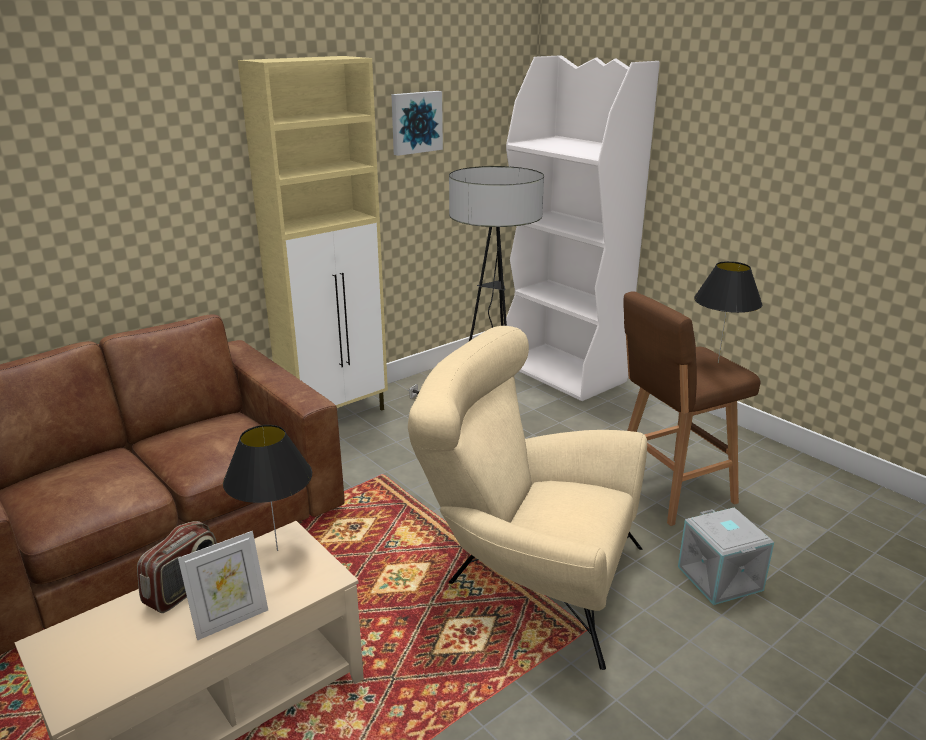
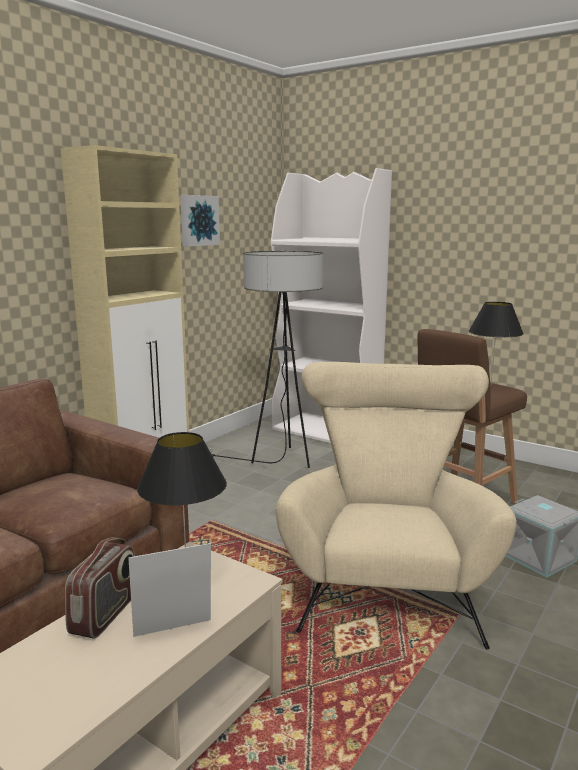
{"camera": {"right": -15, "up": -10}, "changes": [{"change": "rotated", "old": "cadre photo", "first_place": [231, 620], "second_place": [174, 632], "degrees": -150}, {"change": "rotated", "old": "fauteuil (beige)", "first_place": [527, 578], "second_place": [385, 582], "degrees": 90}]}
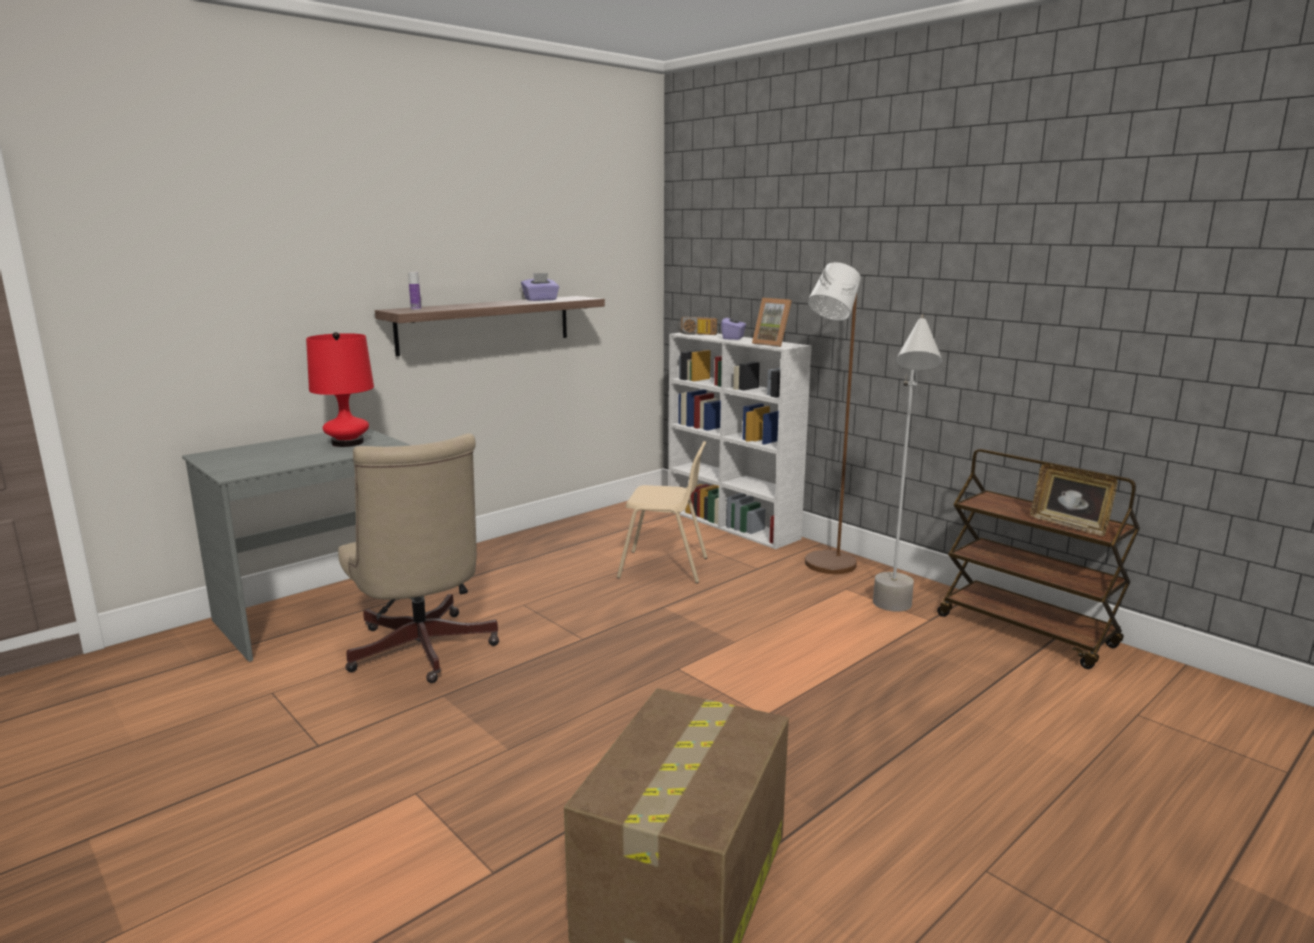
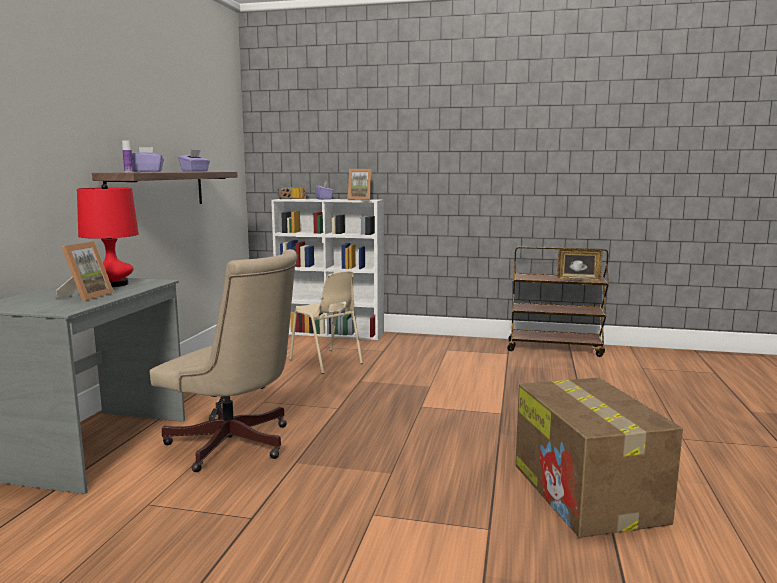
{"camera": {"right": -35, "up": -5}, "changes": [{"change": "rotated", "old": "chaise (beige)", "first_place": [664, 568], "second_place": [326, 362], "degrees": 75}, {"change": "gone", "old": "lampadaire (marron)", "first_place": [825, 567]}, {"change": "gone", "old": "lampadaire (gris)", "first_place": [893, 617]}, {"change": "new", "new": "cadre photo", "second_place": [86, 296]}, {"change": "new", "new": "boîte à mouchoirs (violet)", "second_place": [147, 172]}]}
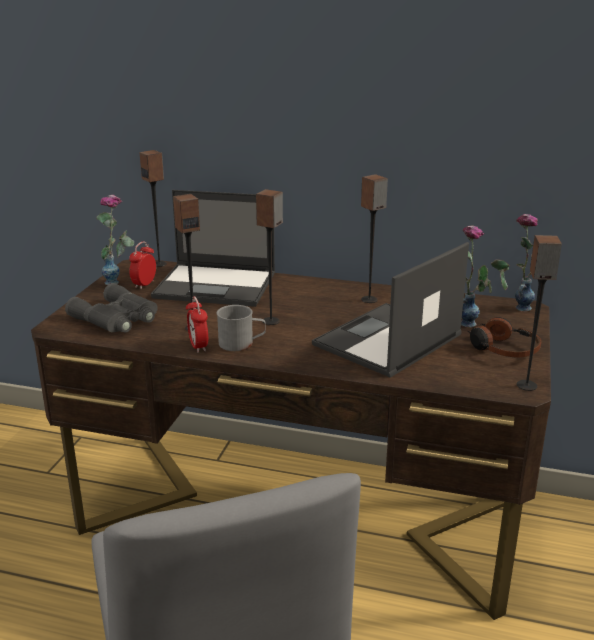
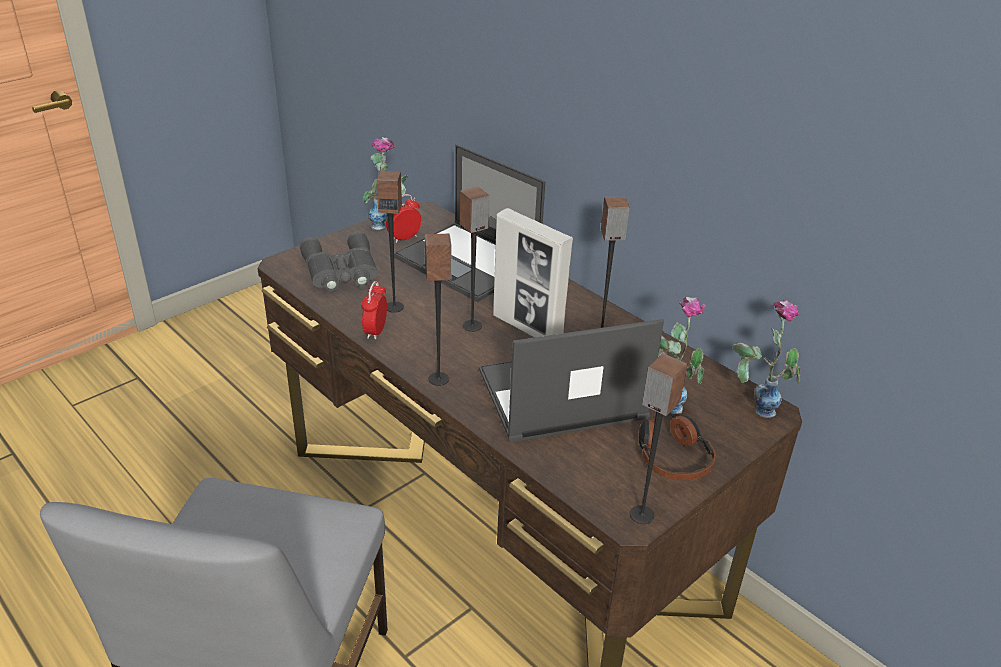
{"camera": {"right": 30, "up": 10}, "changes": [{"change": "shifted", "old": "enceinte", "first_place": [159, 264], "second_place": [439, 379]}, {"change": "gone", "old": "mug (gris)", "first_place": [241, 343]}, {"change": "new", "new": "cadre photo", "second_place": [527, 328]}]}
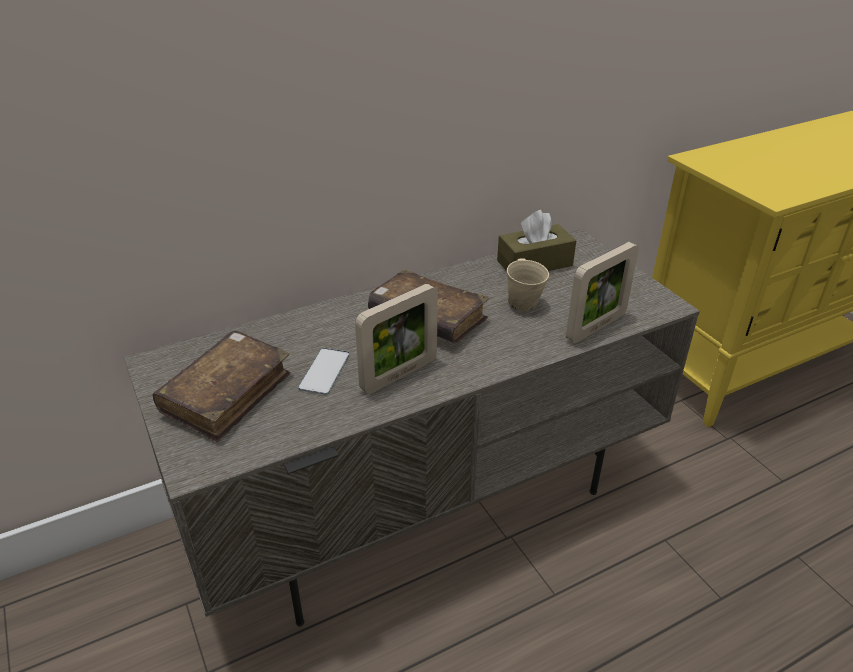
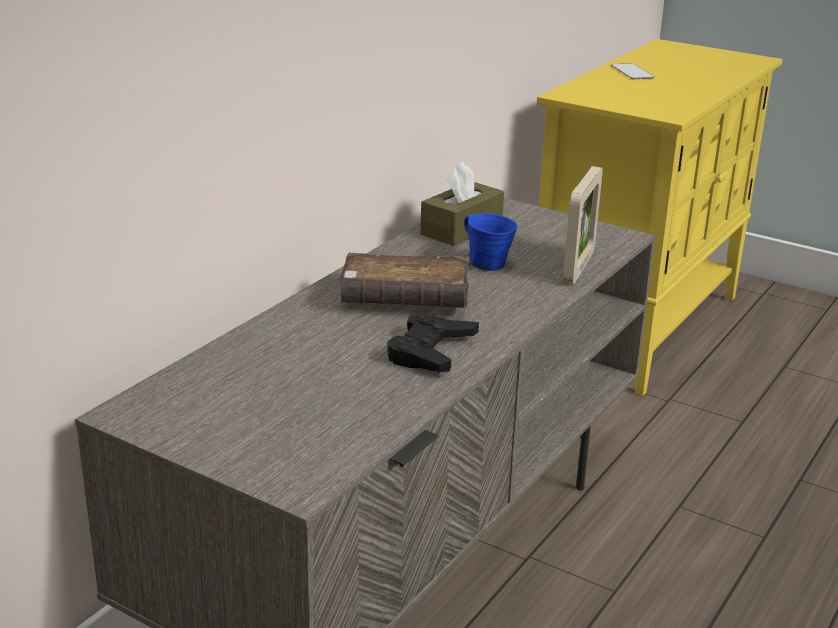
{"camera": {"right": -30, "up": -10}, "changes": [{"change": "gone", "old": "livre (marron)", "first_place": [227, 395]}, {"change": "shifted", "old": "téléphone", "first_place": [324, 371], "second_place": [632, 72]}, {"change": "swapped", "old": "cadre photo", "new": "manette (noir)", "first_place": [399, 375], "second_place": [430, 351]}, {"change": "repainted", "old": "mug (beige)", "new": "mug (bleu)", "first_place": [523, 301], "second_place": [486, 263]}]}
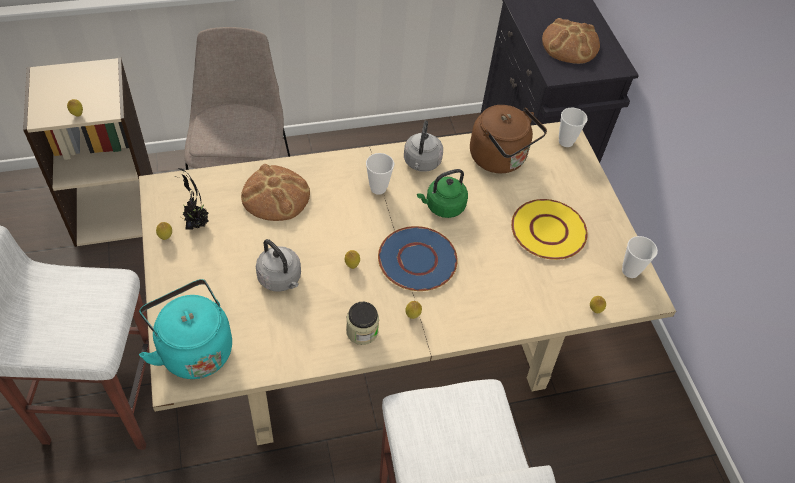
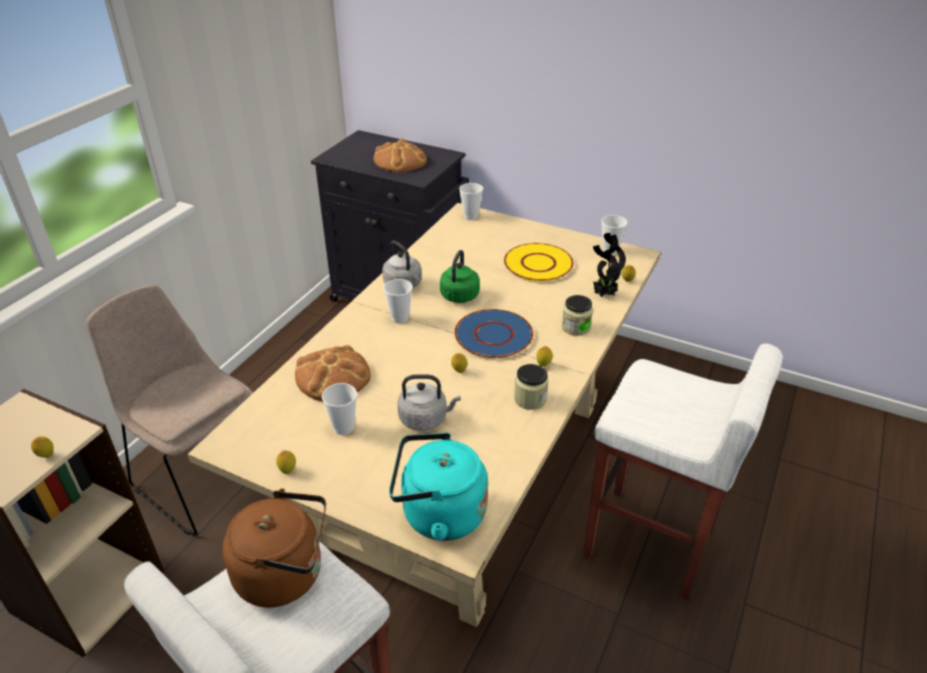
{"camera": {"right": -45, "up": -15}, "changes": [{"change": "shifted", "old": "plante en pot", "first_place": [196, 223], "second_place": [603, 295]}, {"change": "shifted", "old": "bouilloire (marron)", "first_place": [500, 159], "second_place": [286, 574]}, {"change": "new", "new": "tasse", "second_place": [343, 428]}, {"change": "new", "new": "bocal", "second_place": [575, 327]}]}
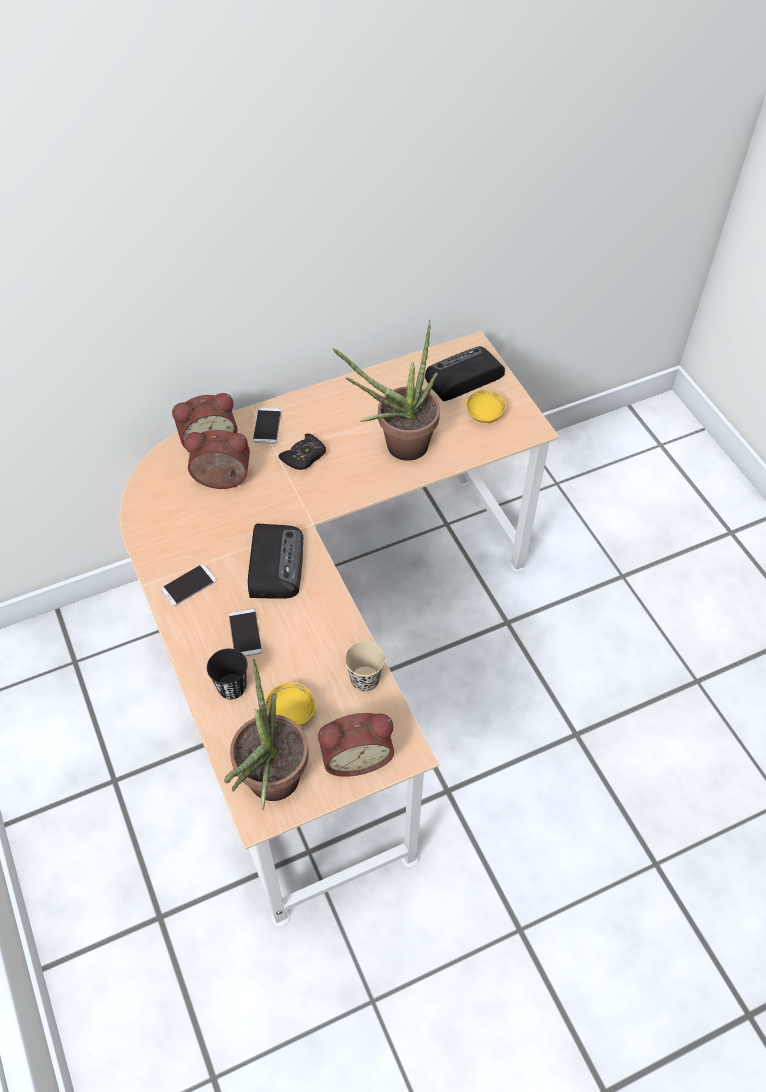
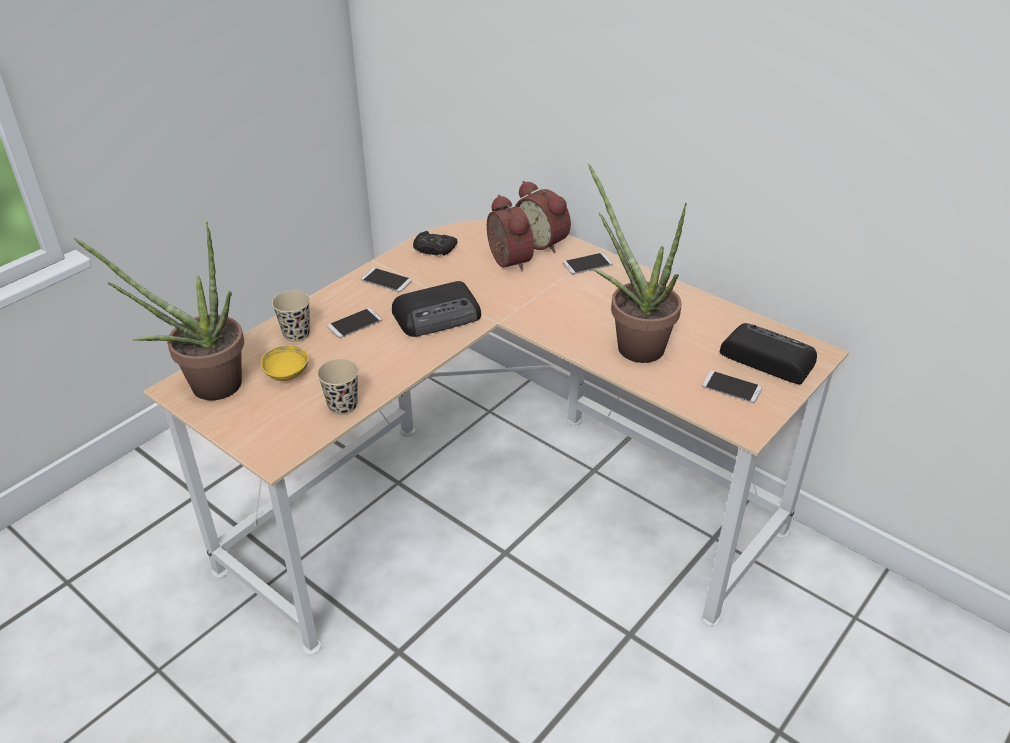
{"camera": {"right": 65, "up": -15}, "changes": [{"change": "repainted", "old": "tasse (noir)", "new": "tasse (beige)", "first_place": [232, 687], "second_place": [296, 334]}, {"change": "shifted", "old": "manette (noir)", "first_place": [304, 456], "second_place": [434, 249]}, {"change": "gone", "old": "réveil", "first_place": [355, 755]}, {"change": "swapped", "old": "bol (jaune)", "new": "téléphone", "first_place": [484, 414], "second_place": [731, 387]}]}
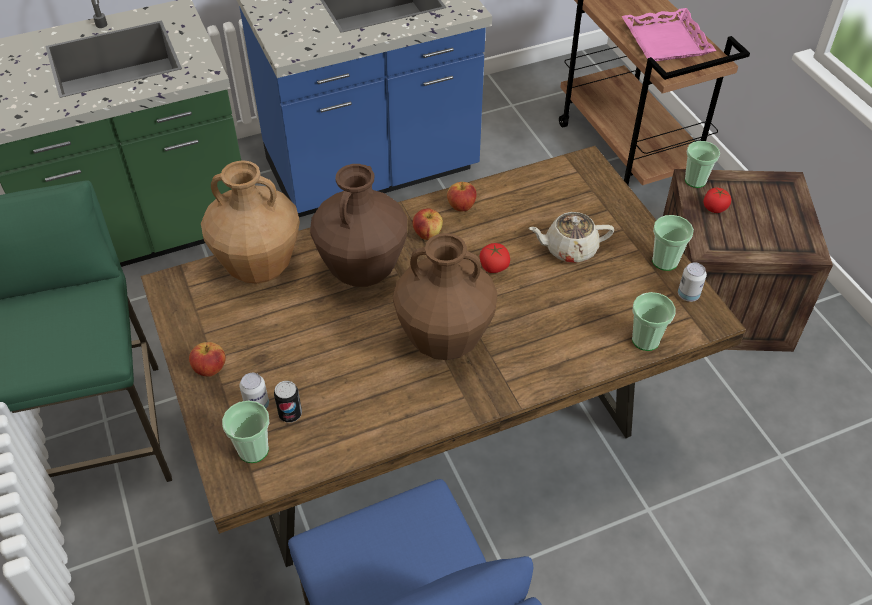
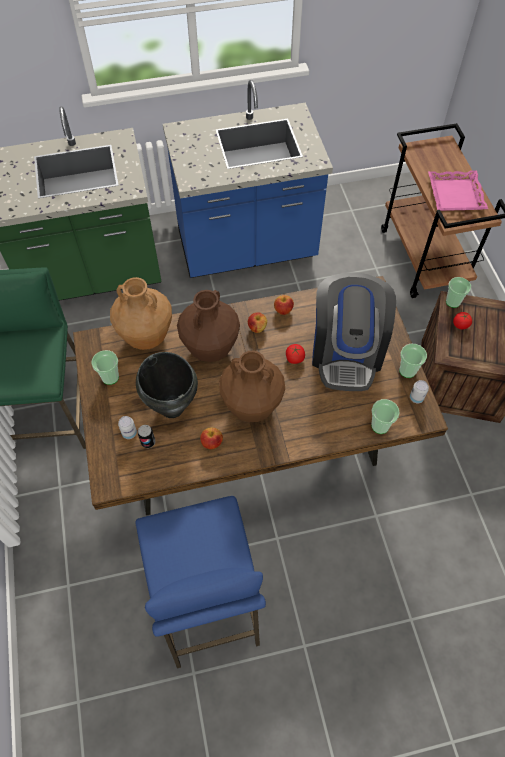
{"camera": {"right": 10, "up": 10}, "changes": [{"change": "shifted", "old": "pomme", "first_place": [210, 369], "second_place": [212, 443]}, {"change": "shifted", "old": "tasse", "first_place": [253, 450], "second_place": [110, 377]}, {"change": "swapped", "old": "théière (beige)", "new": "machine à café", "first_place": [569, 249], "second_place": [346, 352]}, {"change": "new", "new": "marmite (noir)", "second_place": [172, 407]}]}
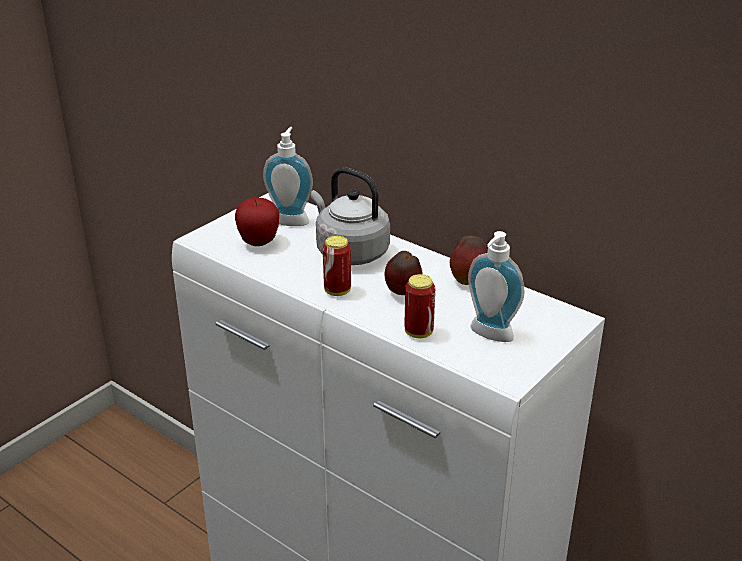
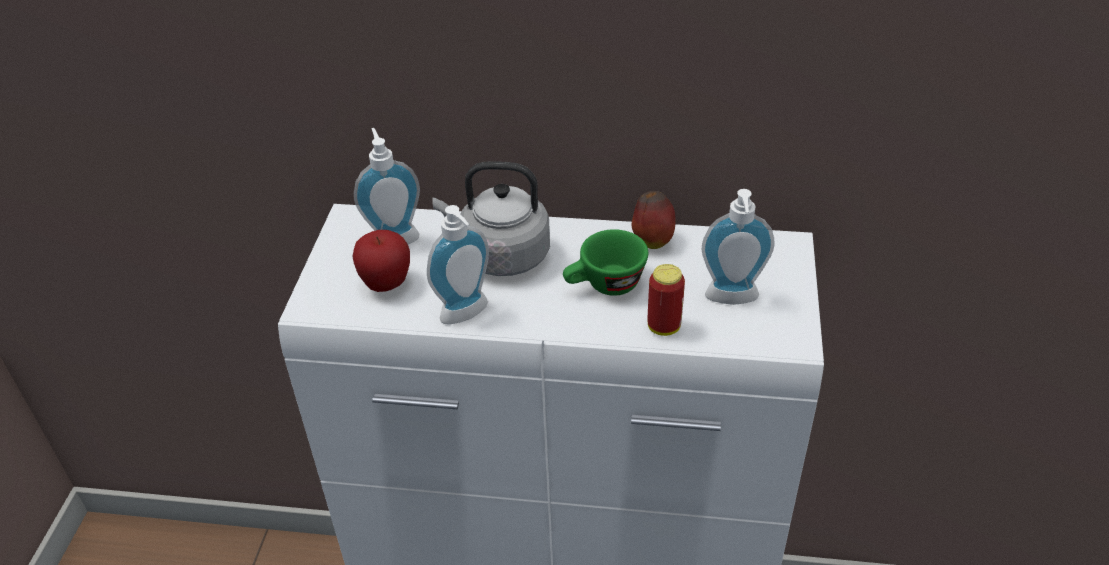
{"camera": {"right": -30, "up": 10}, "changes": [{"change": "gone", "old": "boîte métallique", "first_place": [337, 291]}, {"change": "swapped", "old": "pomme", "new": "tasse (vert)", "first_place": [403, 294], "second_place": [604, 286]}, {"change": "new", "new": "distributeur de savon", "second_place": [467, 315]}]}
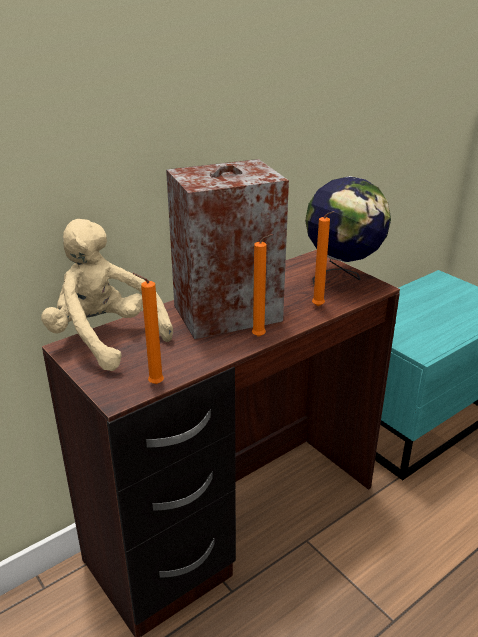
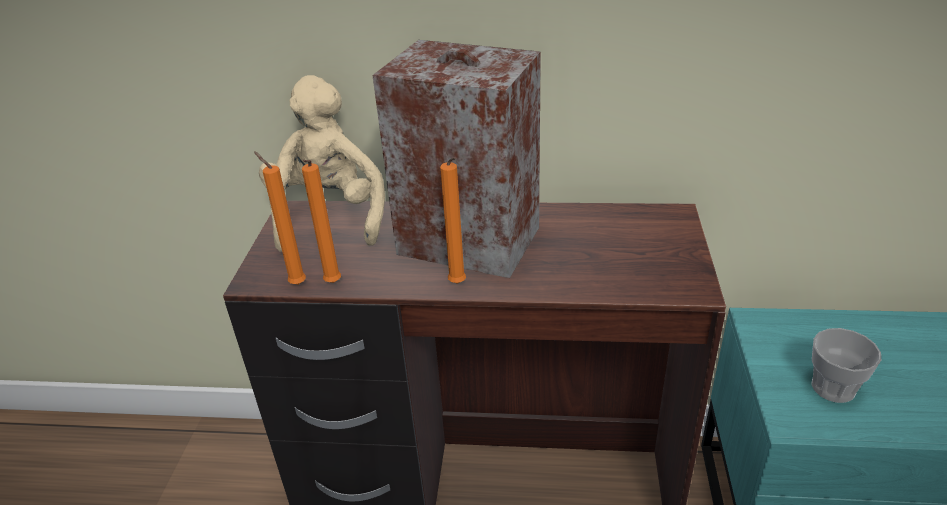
{"camera": {"right": 45, "up": 5}, "changes": [{"change": "gone", "old": "globe", "first_place": [342, 277]}, {"change": "shifted", "old": "bougie (orange)", "first_place": [319, 307], "second_place": [332, 284]}, {"change": "new", "new": "tasse", "second_place": [833, 387]}]}
